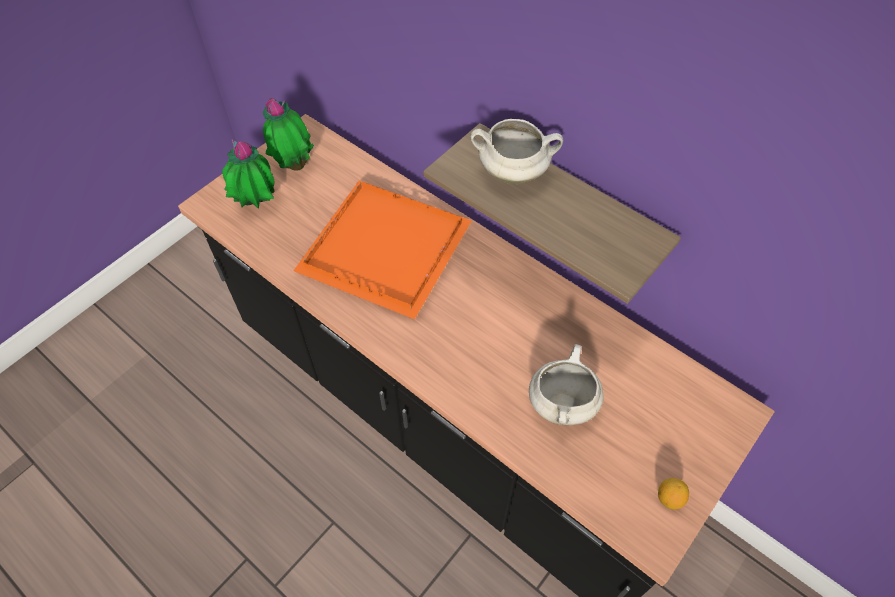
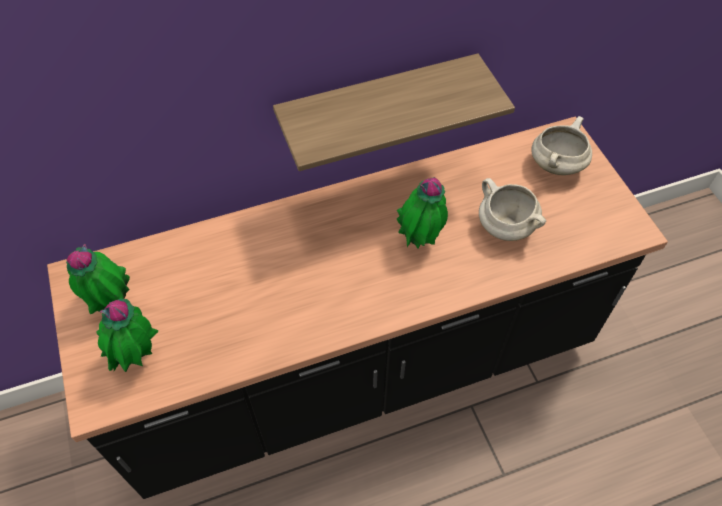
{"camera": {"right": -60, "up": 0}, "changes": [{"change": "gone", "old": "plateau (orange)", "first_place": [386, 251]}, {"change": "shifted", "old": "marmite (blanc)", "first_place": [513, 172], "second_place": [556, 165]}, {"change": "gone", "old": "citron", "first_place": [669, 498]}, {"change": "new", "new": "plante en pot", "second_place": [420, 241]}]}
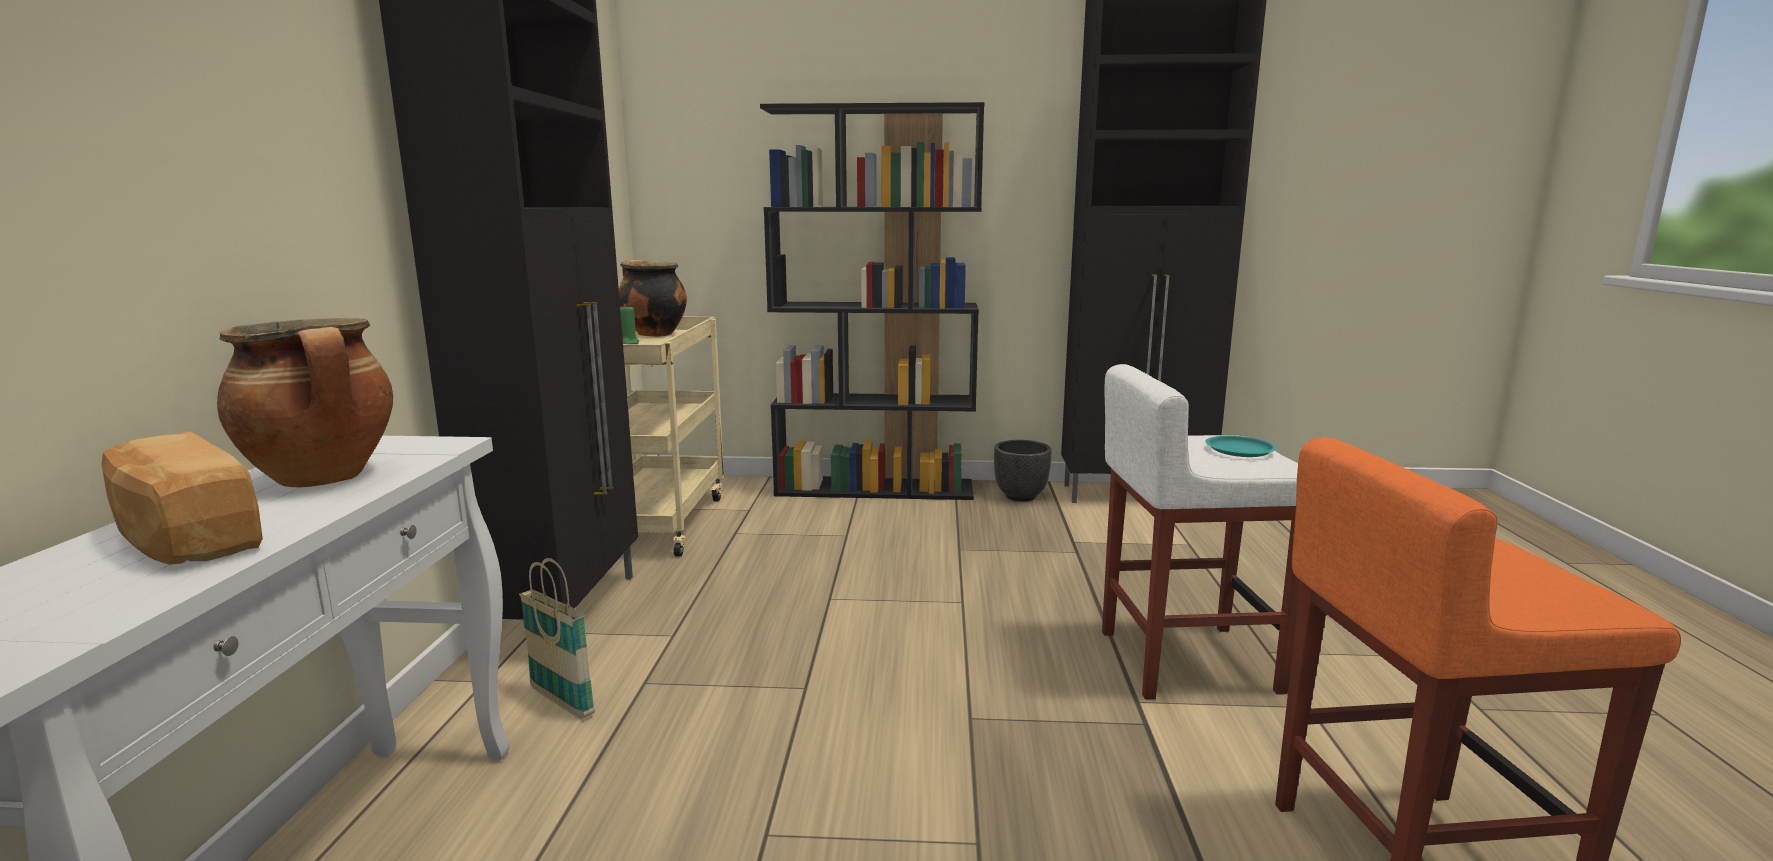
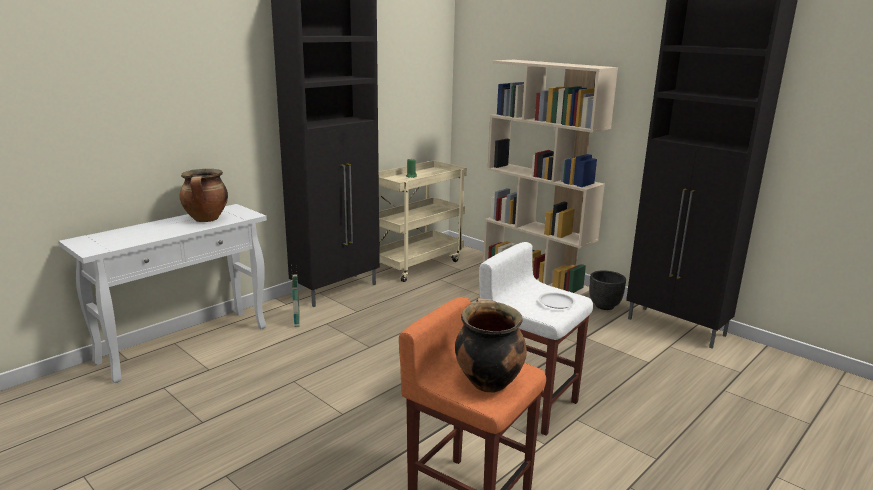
{"camera": {"right": 40, "up": 5}, "changes": [{"change": "gone", "old": "pain", "first_place": [183, 538]}, {"change": "shifted", "old": "marmite", "first_place": [653, 334], "second_place": [487, 381]}, {"change": "repainted", "old": "bibliothèque (noir)", "new": "bibliothèque (beige)", "first_place": [876, 488], "second_place": [536, 278]}, {"change": "repainted", "old": "assiette (turquoise)", "new": "assiette (blanc)", "first_place": [1240, 450], "second_place": [556, 303]}]}
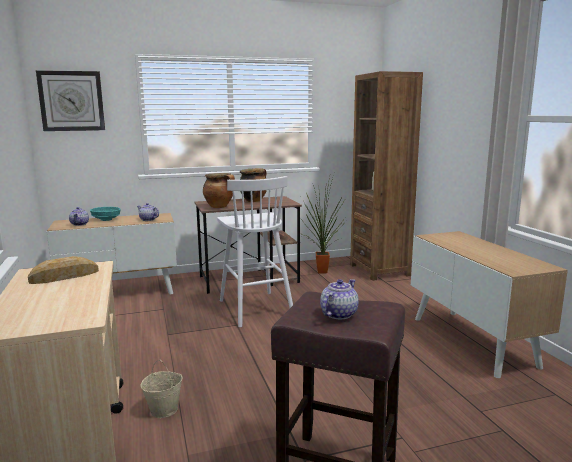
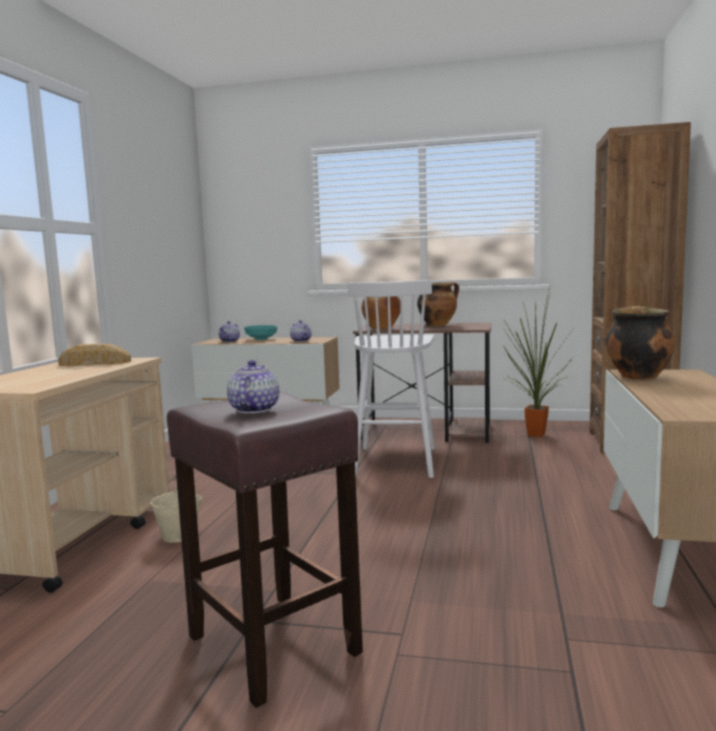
{"camera": {"right": 30, "up": -5}, "changes": [{"change": "gone", "old": "horloge murale", "first_place": [71, 101]}, {"change": "rotated", "old": "théière", "first_place": [338, 314], "second_place": [253, 409], "degrees": -60}, {"change": "new", "new": "marmite", "second_place": [637, 377]}]}
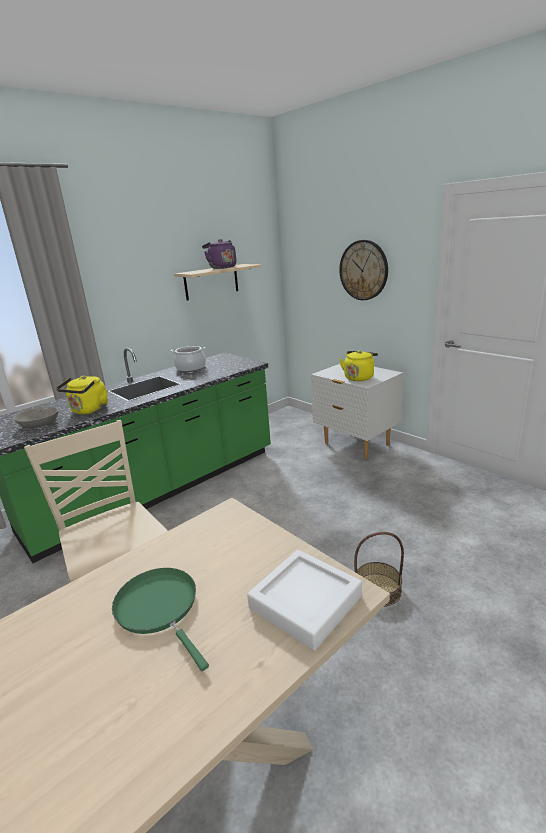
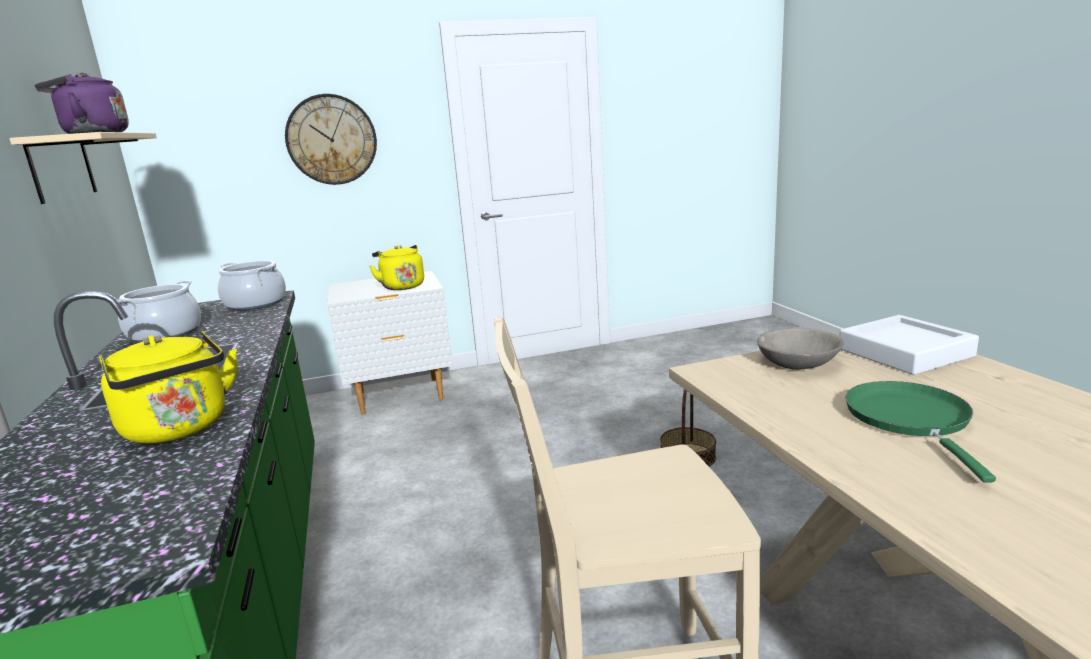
{"camera": {"right": -65, "up": -5}, "changes": [{"change": "shifted", "old": "bol (gris)", "first_place": [39, 424], "second_place": [798, 362]}, {"change": "rotated", "old": "poêle (vert)", "first_place": [159, 608], "second_place": [910, 420], "degrees": 105}, {"change": "new", "new": "marmite", "second_place": [256, 303]}]}
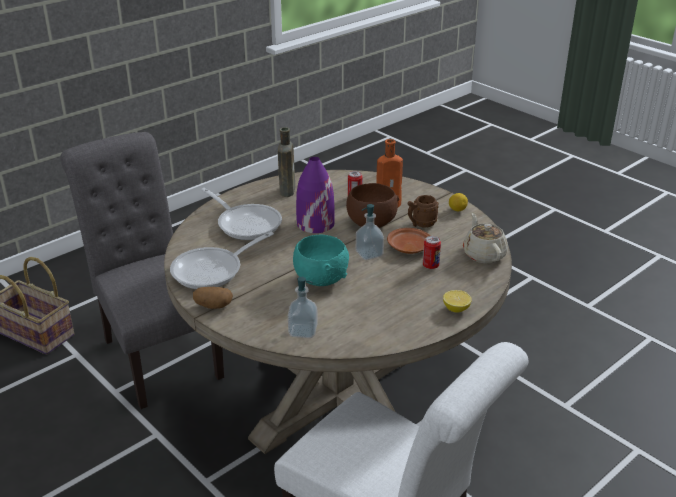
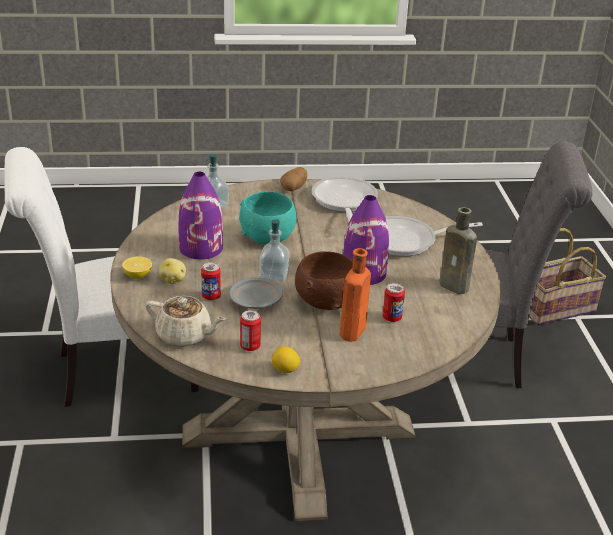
{"camera": {"right": 125, "up": 0}, "changes": [{"change": "repainted", "old": "assiette (marron)", "new": "assiette (gris)", "first_place": [408, 247], "second_place": [256, 301]}, {"change": "gone", "old": "mug (marron)", "first_place": [420, 224]}, {"change": "new", "new": "pomme de terre", "second_place": [173, 280]}, {"change": "new", "new": "vase (violet)", "second_place": [201, 248]}, {"change": "new", "new": "boîte métallique", "second_place": [250, 346]}]}
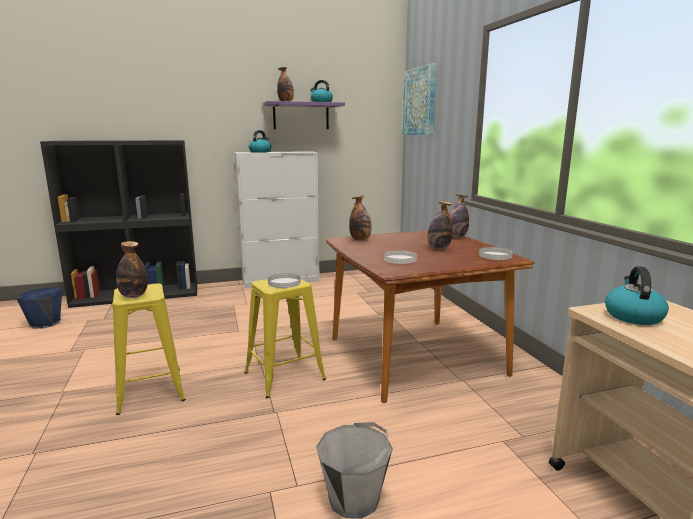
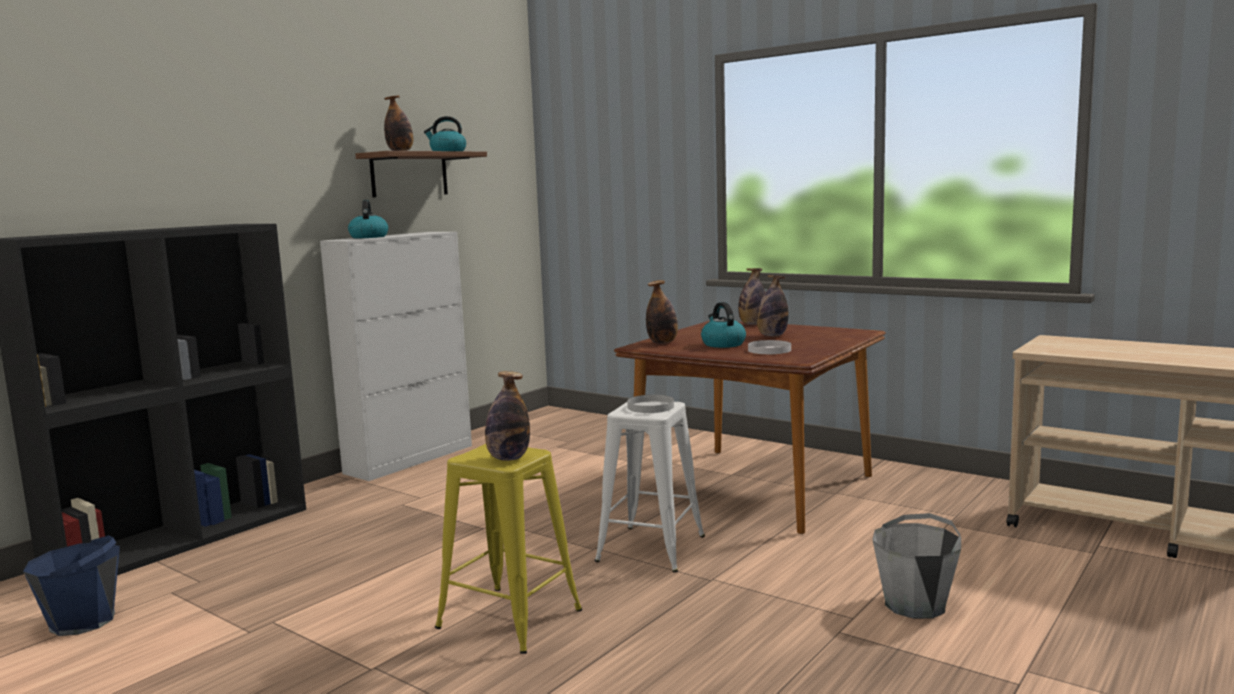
{"camera": {"right": -35, "up": -5}, "changes": [{"change": "repainted", "old": "tabouret (jaune)", "new": "tabouret (blanc)", "first_place": [284, 376], "second_place": [651, 548]}, {"change": "repainted", "old": "étagère (violet)", "new": "étagère (marron)", "first_place": [301, 116], "second_place": [409, 174]}, {"change": "gone", "old": "tableau", "first_place": [420, 101]}, {"change": "gone", "old": "assiette (blanc)", "first_place": [495, 255]}, {"change": "shifted", "old": "bouilloire", "first_place": [632, 316], "second_place": [722, 344]}]}
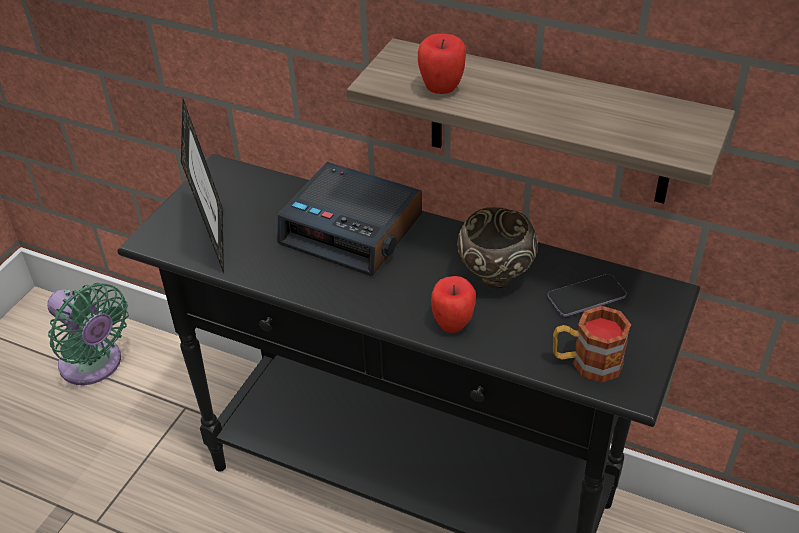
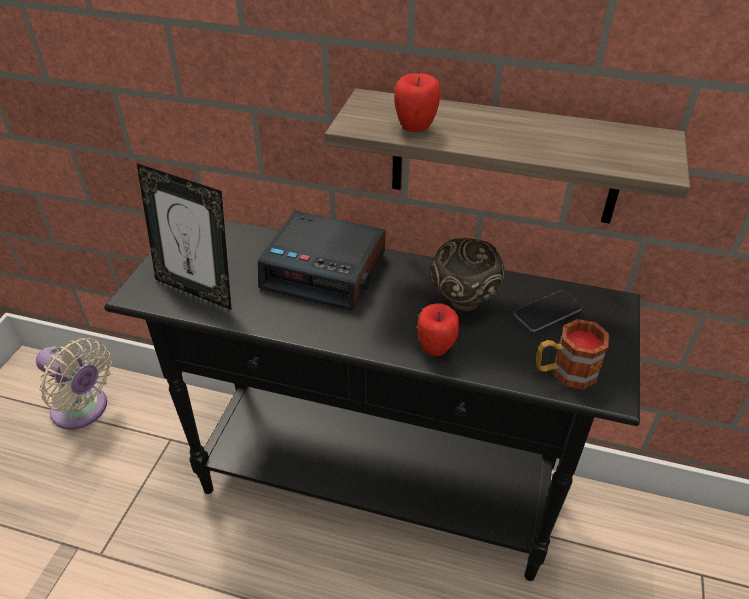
{"camera": {"right": -10, "up": 0}, "changes": [{"change": "repainted", "old": "ventilateur (vert)", "new": "ventilateur (beige)", "first_place": [94, 365], "second_place": [83, 410]}, {"change": "rotated", "old": "cadre photo", "first_place": [214, 240], "second_place": [197, 289], "degrees": 135}]}
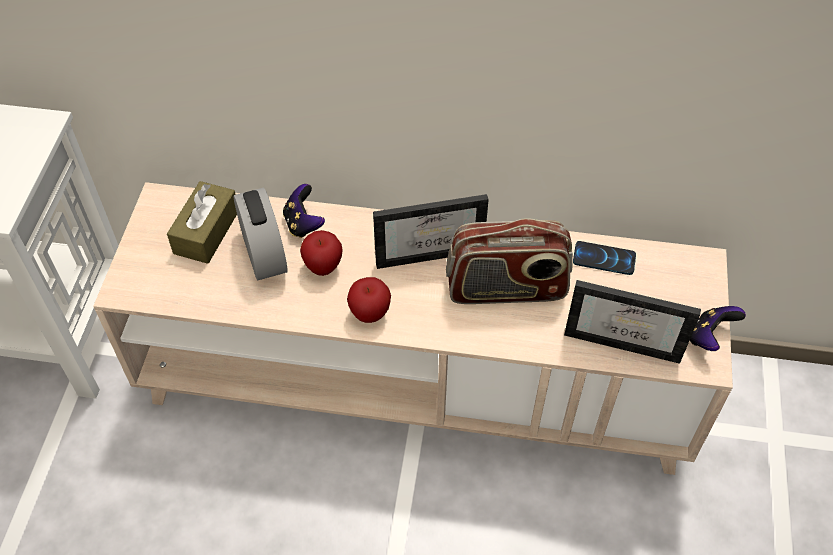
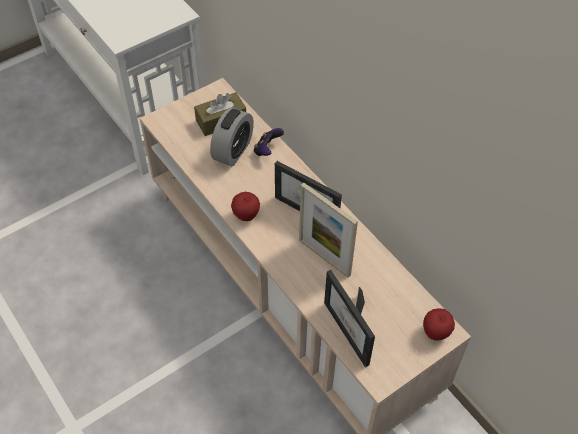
{"camera": {"right": 45, "up": 0}, "changes": [{"change": "shifted", "old": "pomme", "first_place": [323, 267], "second_place": [435, 333]}, {"change": "swapped", "old": "radio", "new": "cadre photo", "first_place": [506, 289], "second_place": [324, 257]}, {"change": "gone", "old": "téléphone", "first_place": [604, 259]}, {"change": "gone", "old": "manette", "first_place": [708, 337]}]}
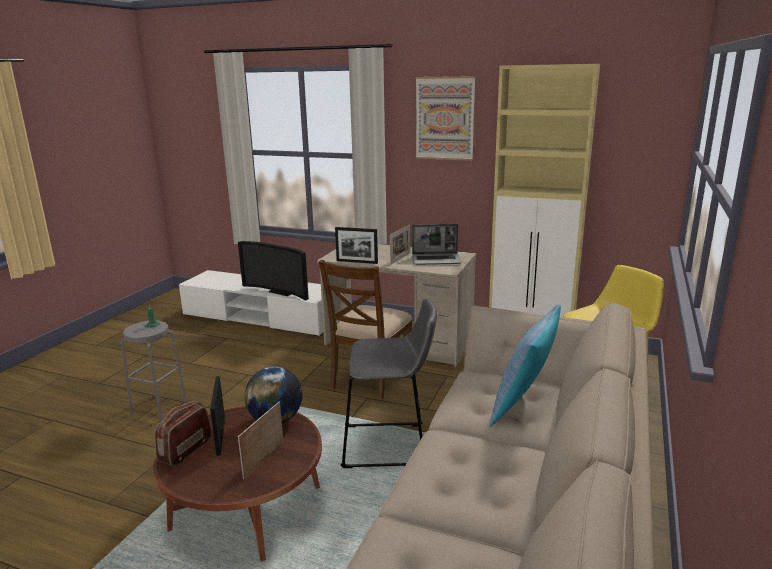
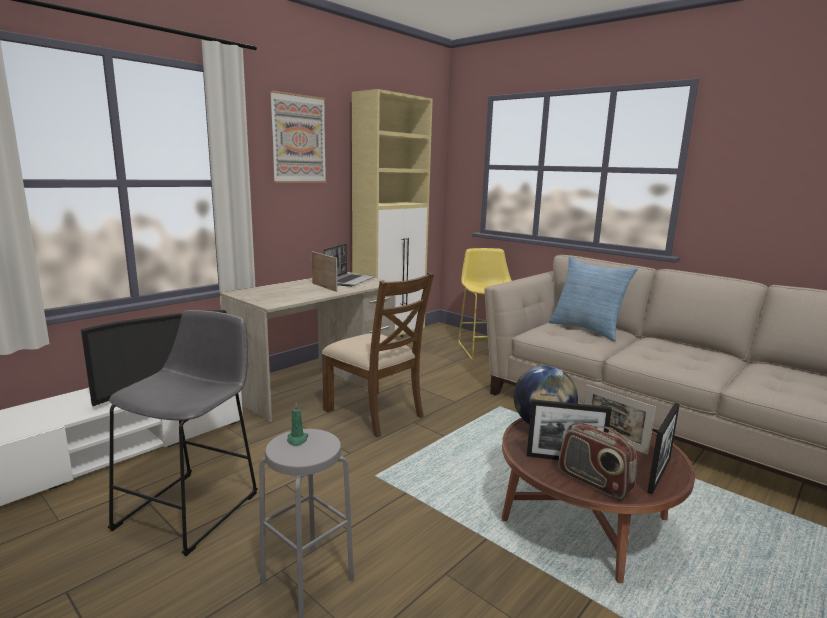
{"camera": {"right": -70, "up": -5}, "changes": [{"change": "shifted", "old": "cadre photo", "first_place": [357, 262], "second_place": [659, 475]}, {"change": "shifted", "old": "tabouret (gris)", "first_place": [389, 446], "second_place": [194, 506]}]}
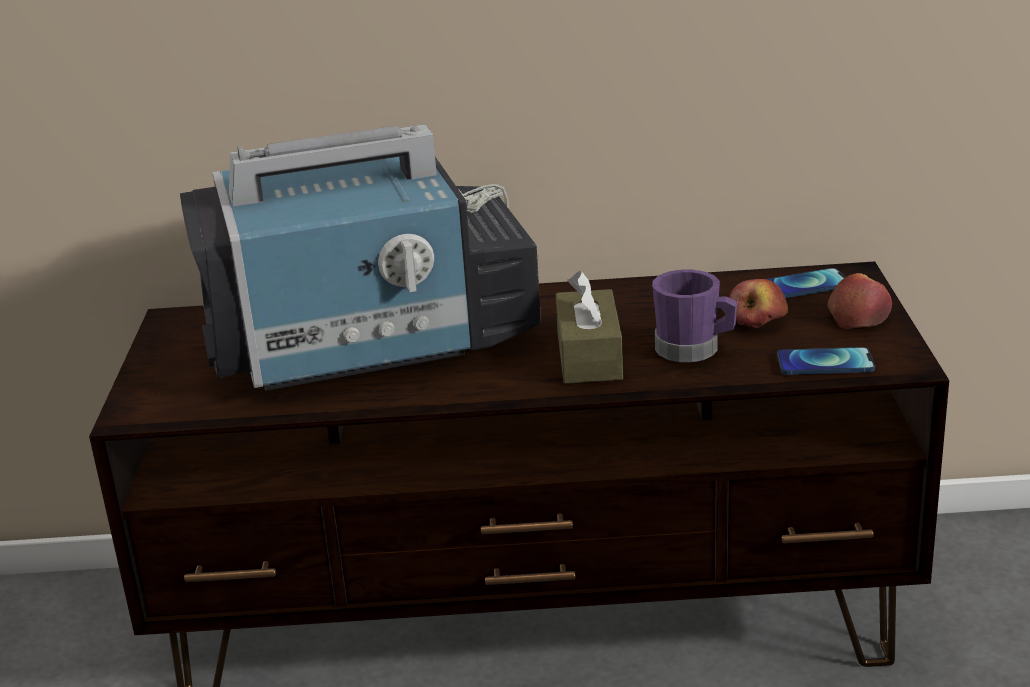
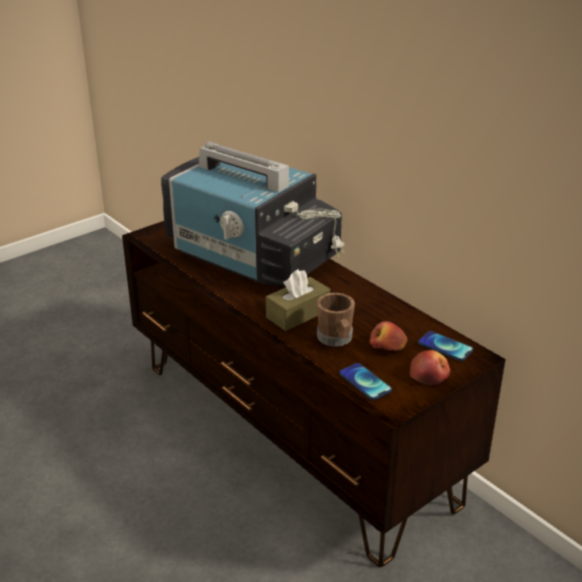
{"camera": {"right": 50, "up": 5}, "changes": [{"change": "repainted", "old": "mug (violet)", "new": "mug (marron)", "first_place": [694, 349], "second_place": [336, 339]}]}
